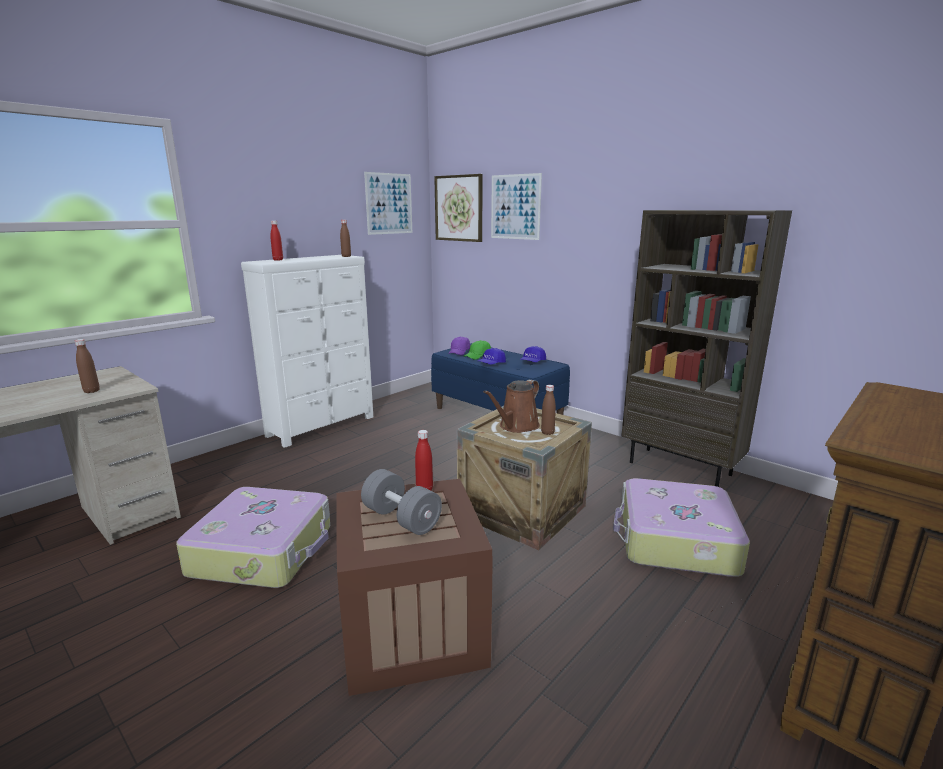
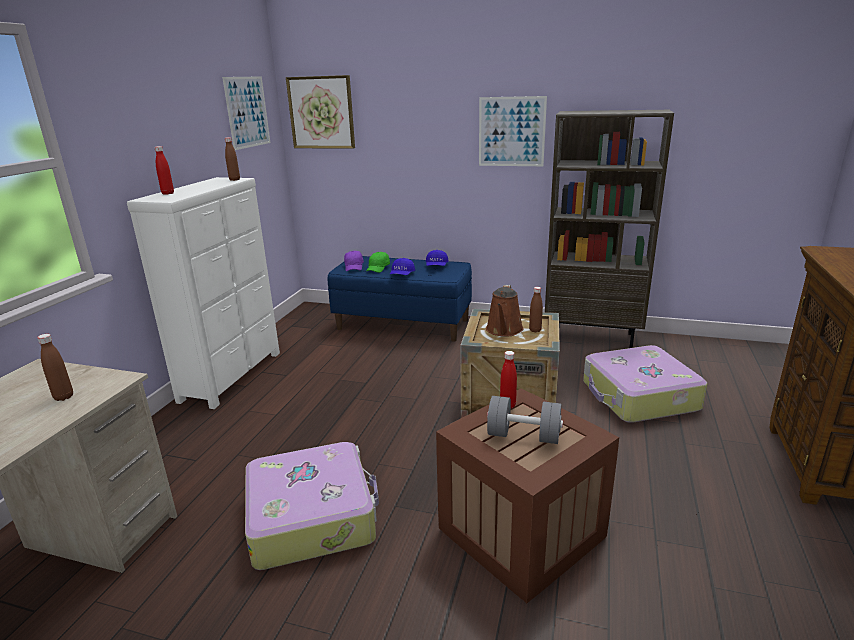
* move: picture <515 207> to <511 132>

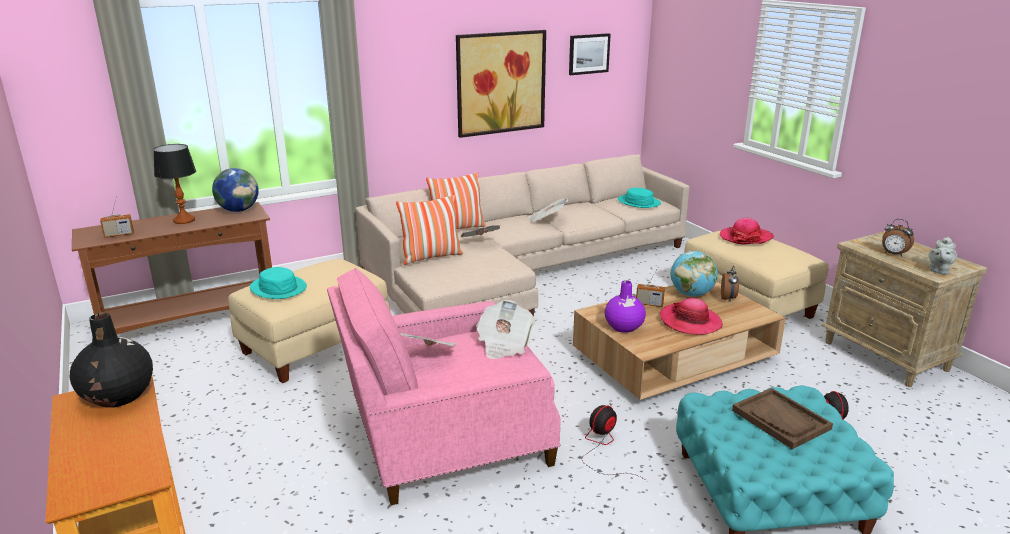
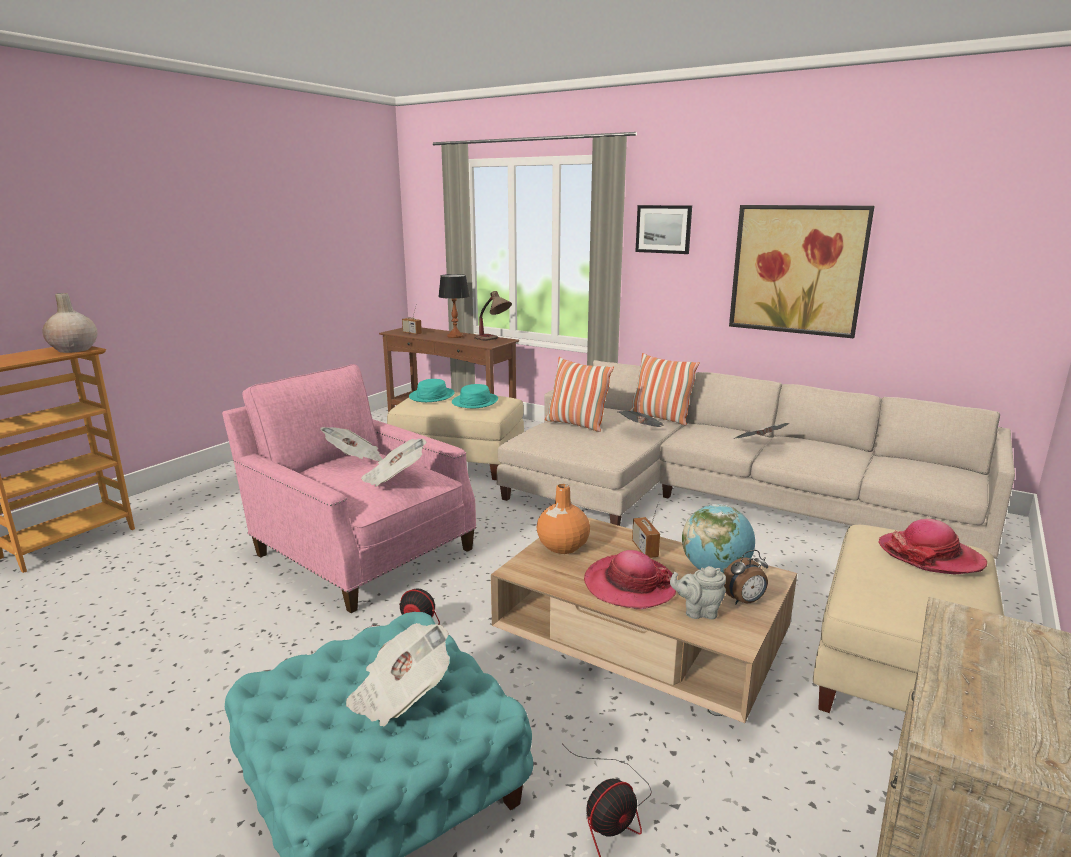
* recolor: vase in black <119 395> to vase in beige <74 350>
* replace: tray in brown <781 420> to newspaper <400 695>
* move: hat in turquoise <639 202> to <475 402>
* replace: globe <238 210> to table lamp <493 340>
* recolor: vase in purple <623 327> to vase in orange <562 546>
* move: picture <588 54> to <663 229>
* move: teapot in grey <938 271> to <698 612>
* delete: alarm clock <893 254>

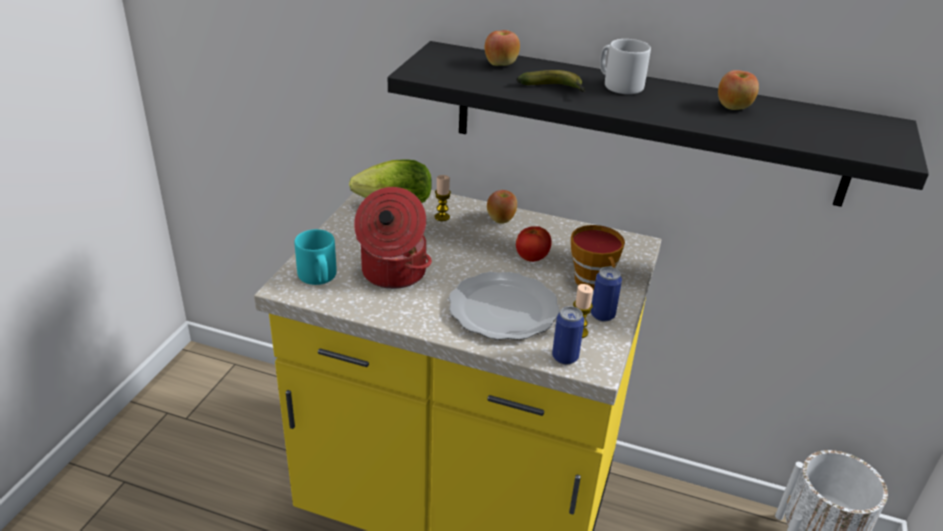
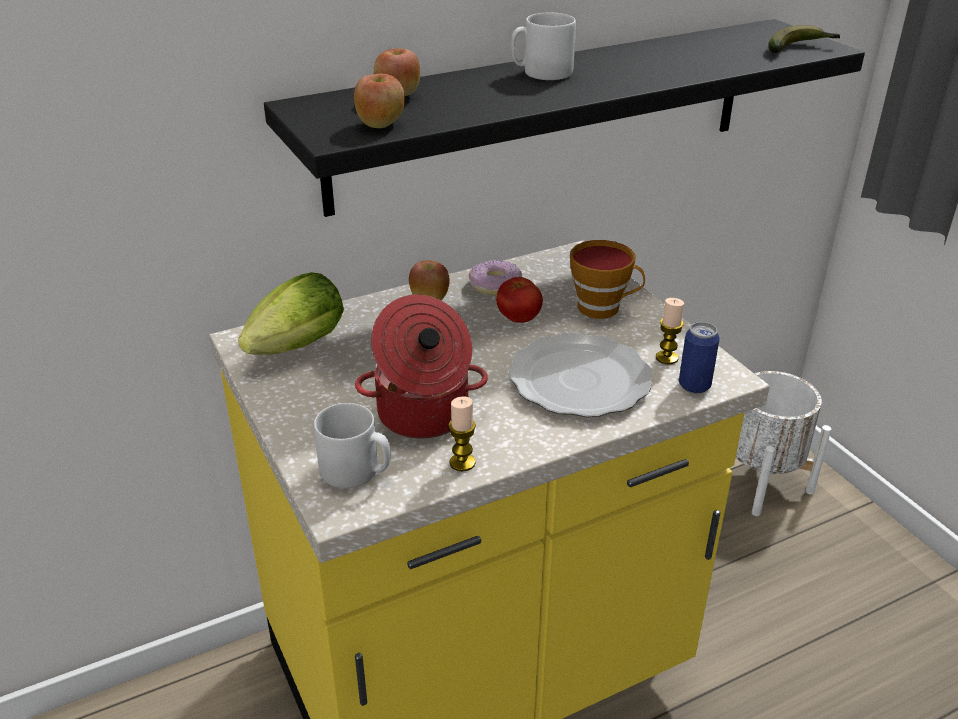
* recolor: mug in turquoise <318 277> to mug in grey <356 472>
* move: apple <733 107> to <381 125>
* move: candle <442 217> to <462 462>
* insert: donut <495 285>
* move: banana <555 90> to <799 48>
* delete: can <602 315>

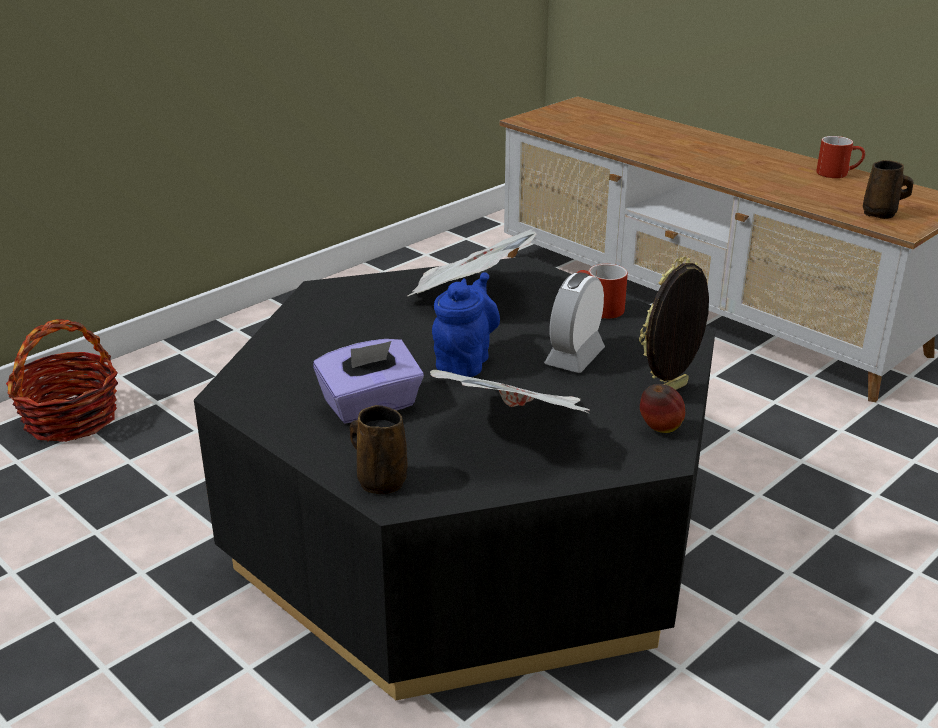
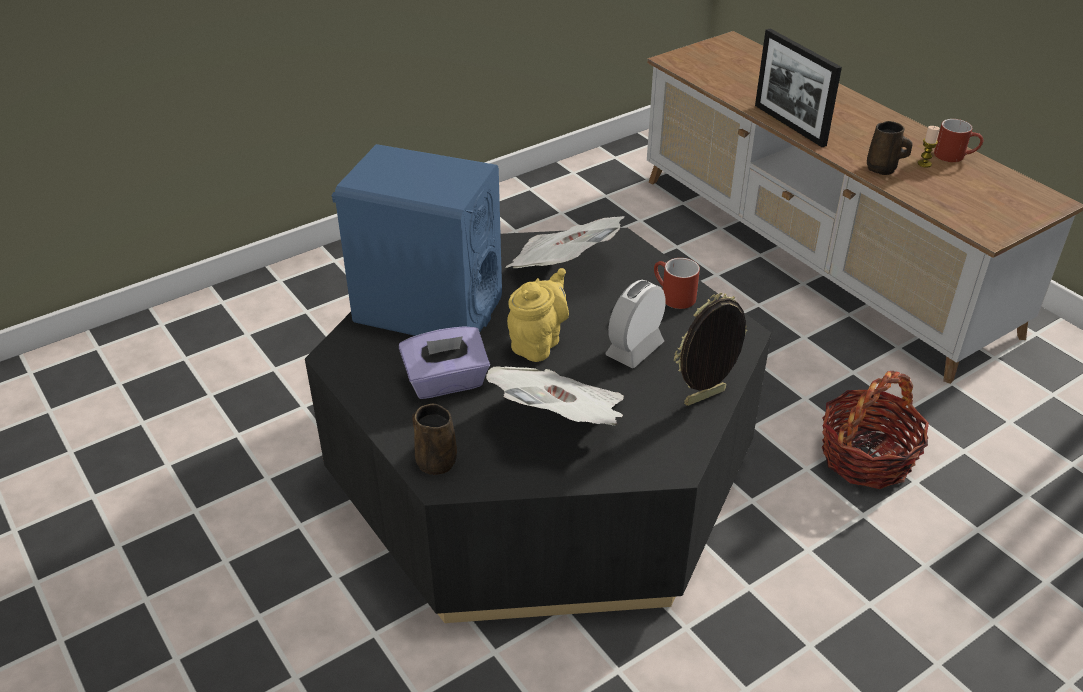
* insert: speaker in blue <427 310>
* recolor: teapot in blue <464 361> to teapot in yellow <538 342>
* insert: picture frame <789 125>
* move: basket <71 418> to <866 457>
* move: mug in brown <881 214> to <883 169>
* insert: candle <924 164>
* delete: apple <660 430>

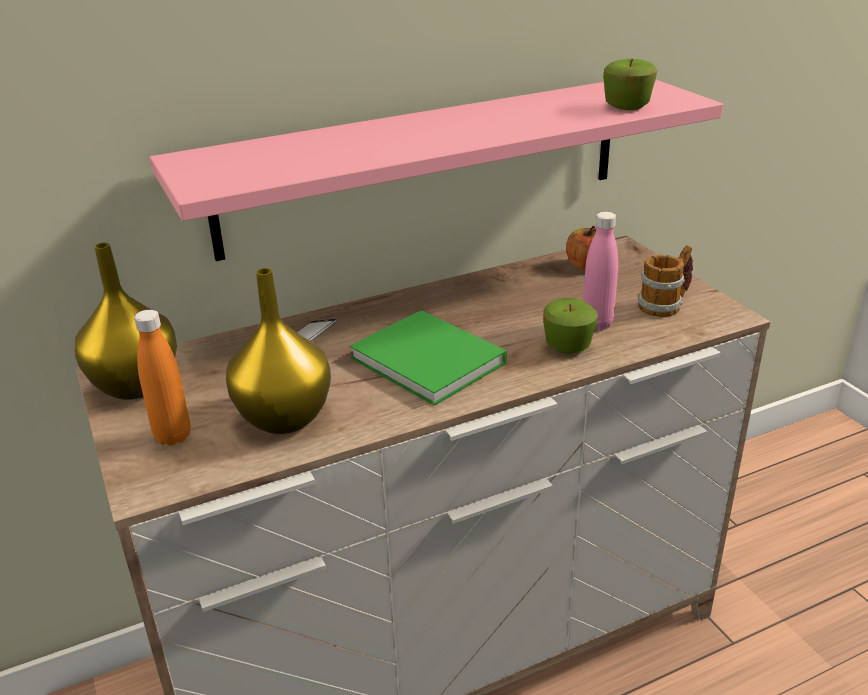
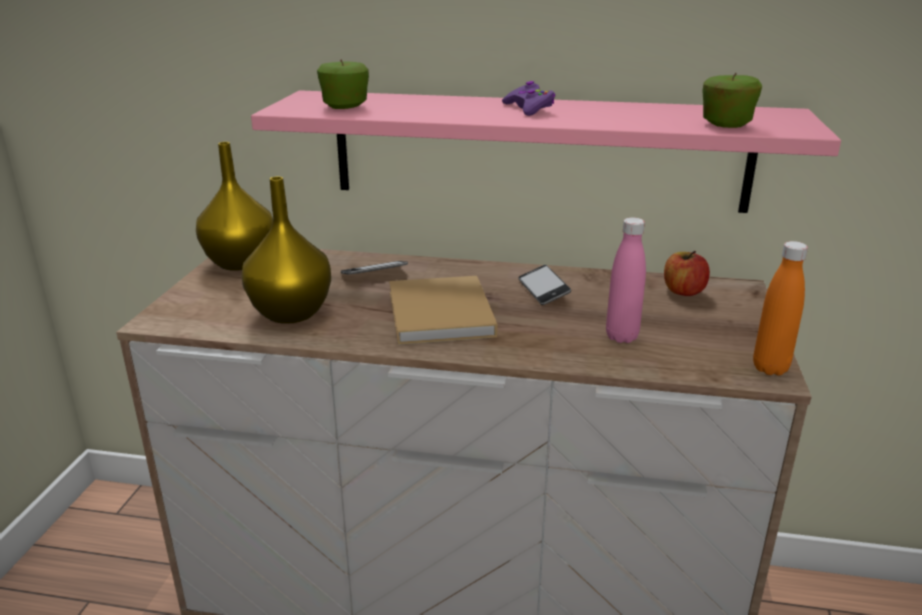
* move: apple <568 346> to <345 106>
* recolor: book in green <430 362> to book in beige <440 315>
* insert: game controller in purple <529 108>
* insert: phone <543 290>
* move: bottle in orange <173 436> to <770 368>
* delete: mug <665 304>

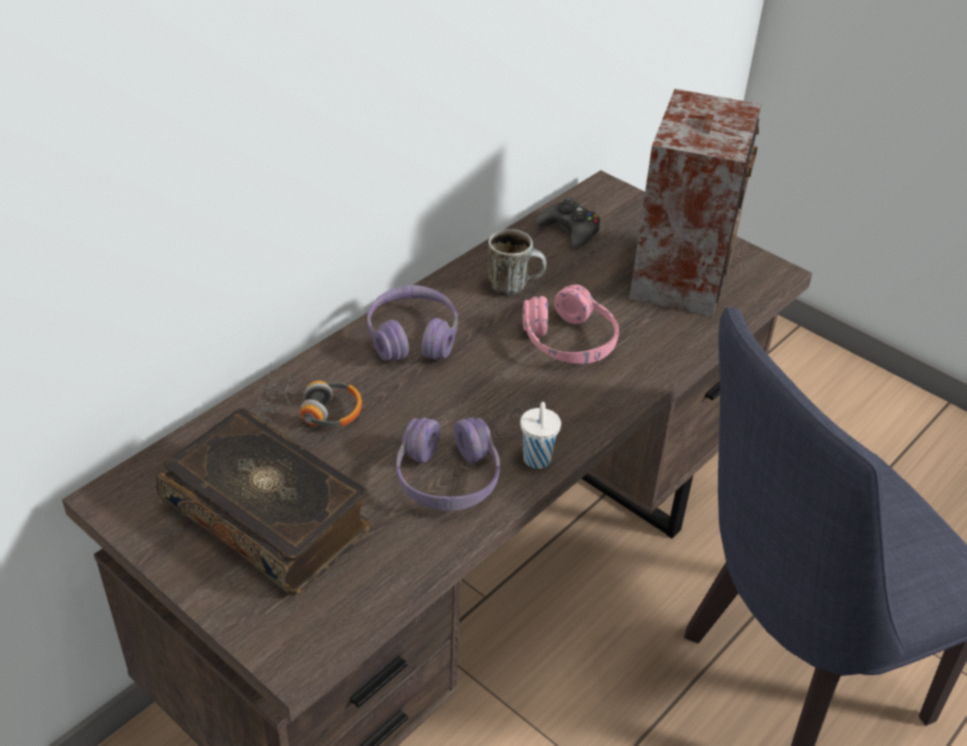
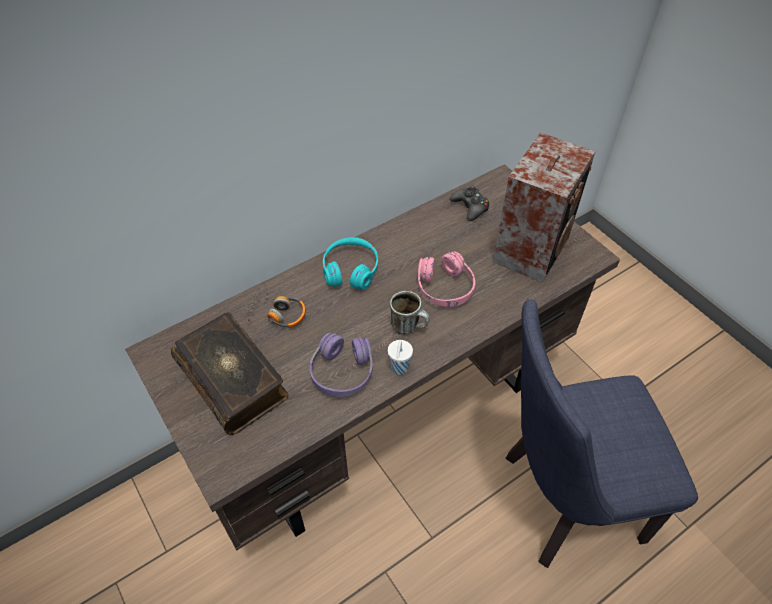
* recolor: headphones in purple <412 337> to headphones in turquoise <350 270>
* move: mug <515 286> to <409 326>

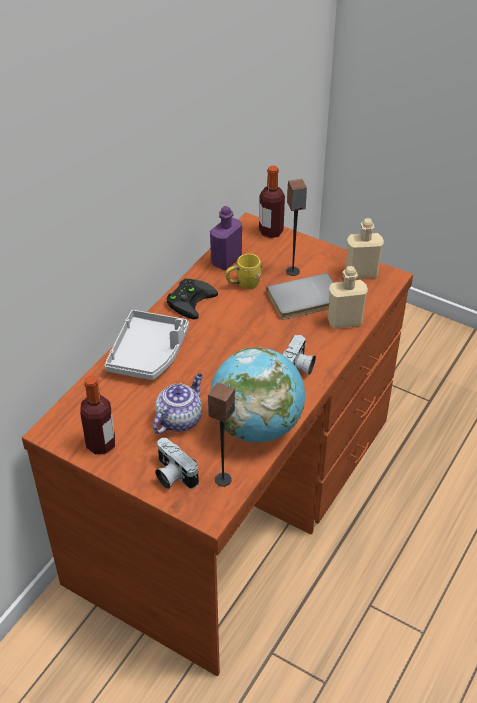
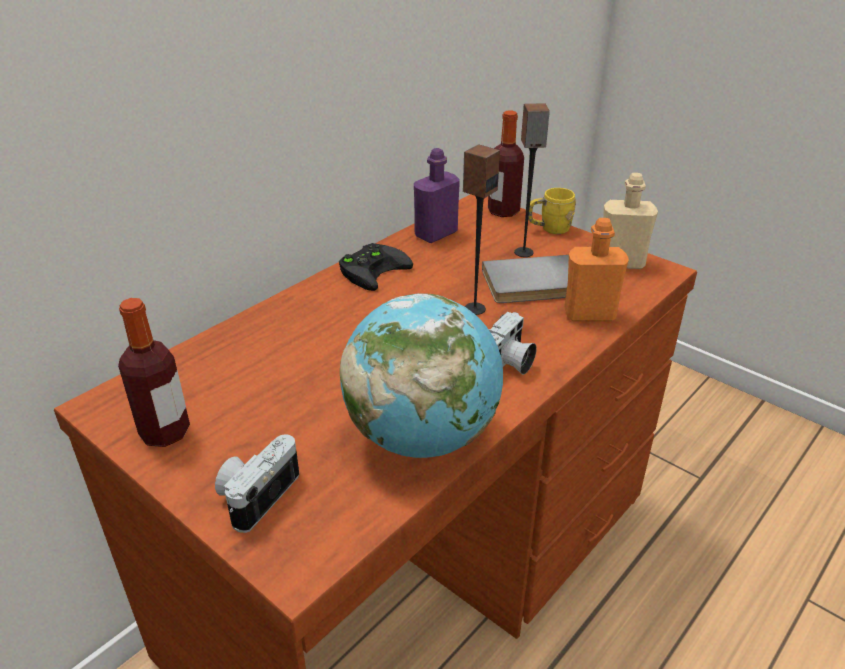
* rotate: photo camera <172 475> = <257 494> 60 degrees clockwise
* move: speaker <222 479> to <474 308>
* move: mug in yellow <243 284> to <549 229>
* recolor: bottle in beige <344 321> to bottle in orange <589 314>
* delete: tray in grey <148 353>
* delete: teapot <179 419>

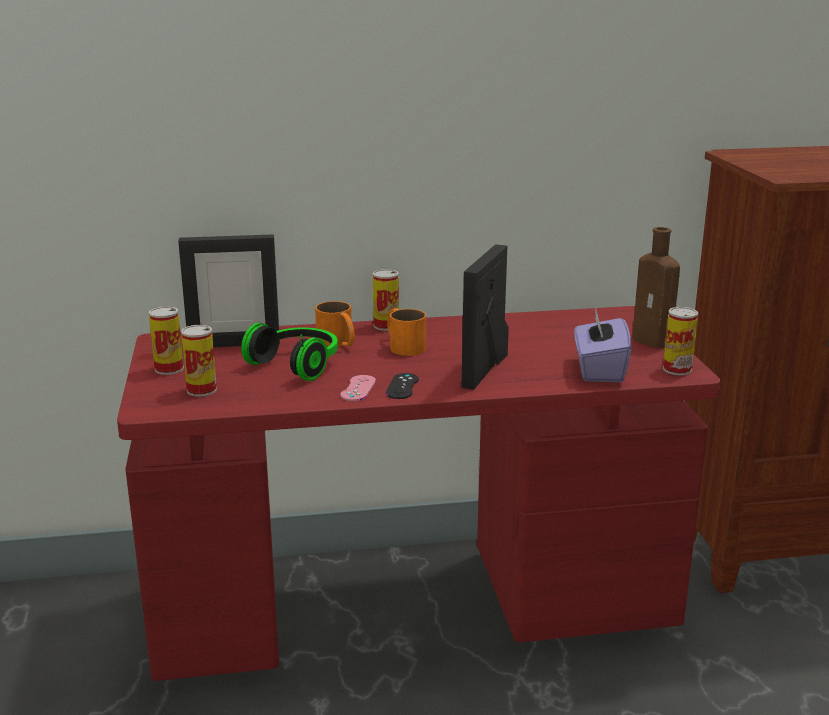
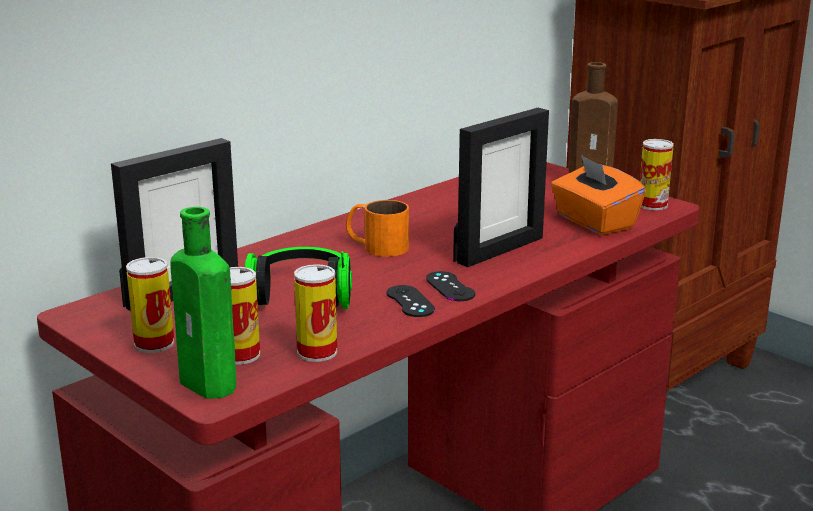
* insert: bottle in green <211 385>
* move: can <386 326> to <317 352>
* recolor: game controller in pink <358 388> to game controller in black <410 301>
* rotate: picture frame <485 370> = <499 249> 120 degrees counterclockwise
* recolor: tissue box in purple <599 370> to tissue box in orange <594 222>
* delete: mug in orange <339 343>

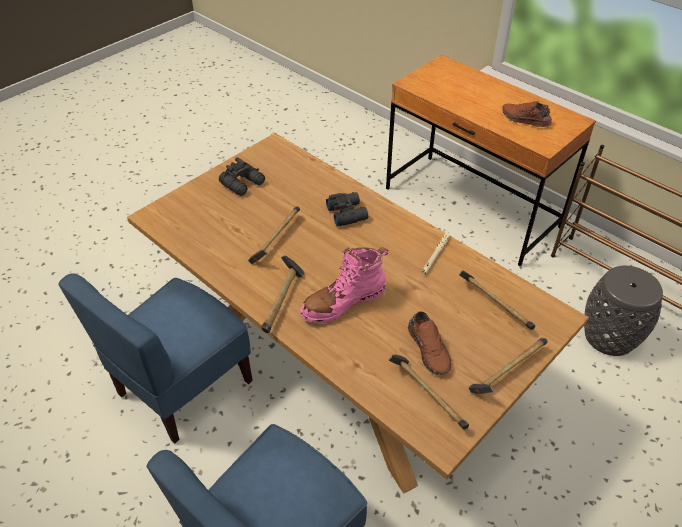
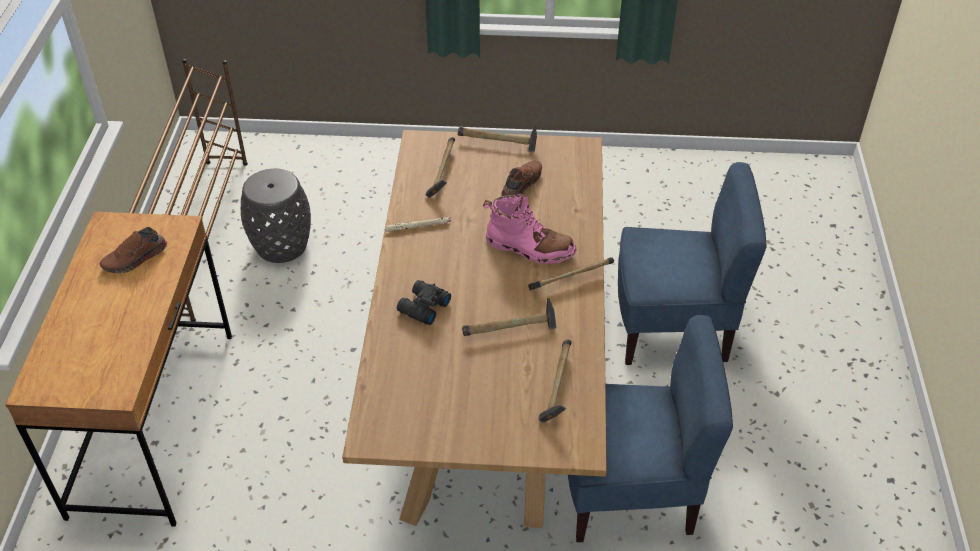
* rotate: shoe in brown <525 120> = <135 259> 60 degrees clockwise
* move: hammer <426 395> to <557 388>
* delete: binoculars in black <243 183>

